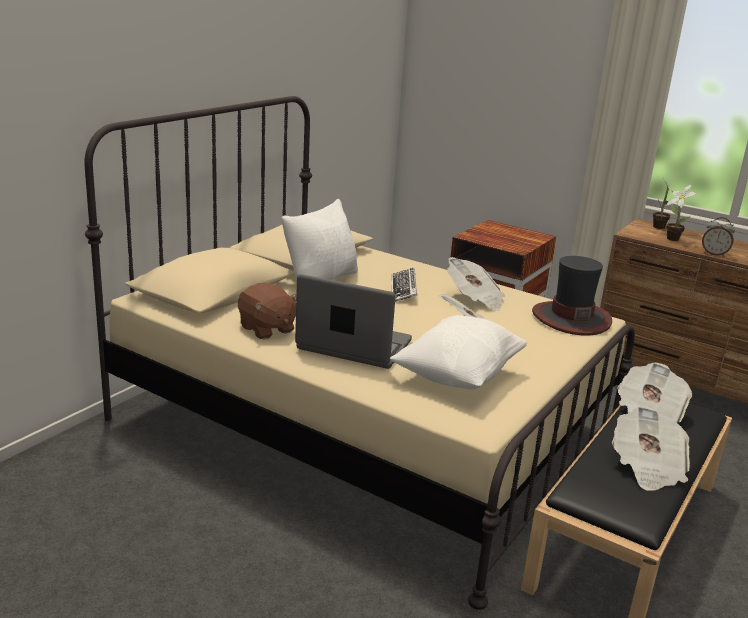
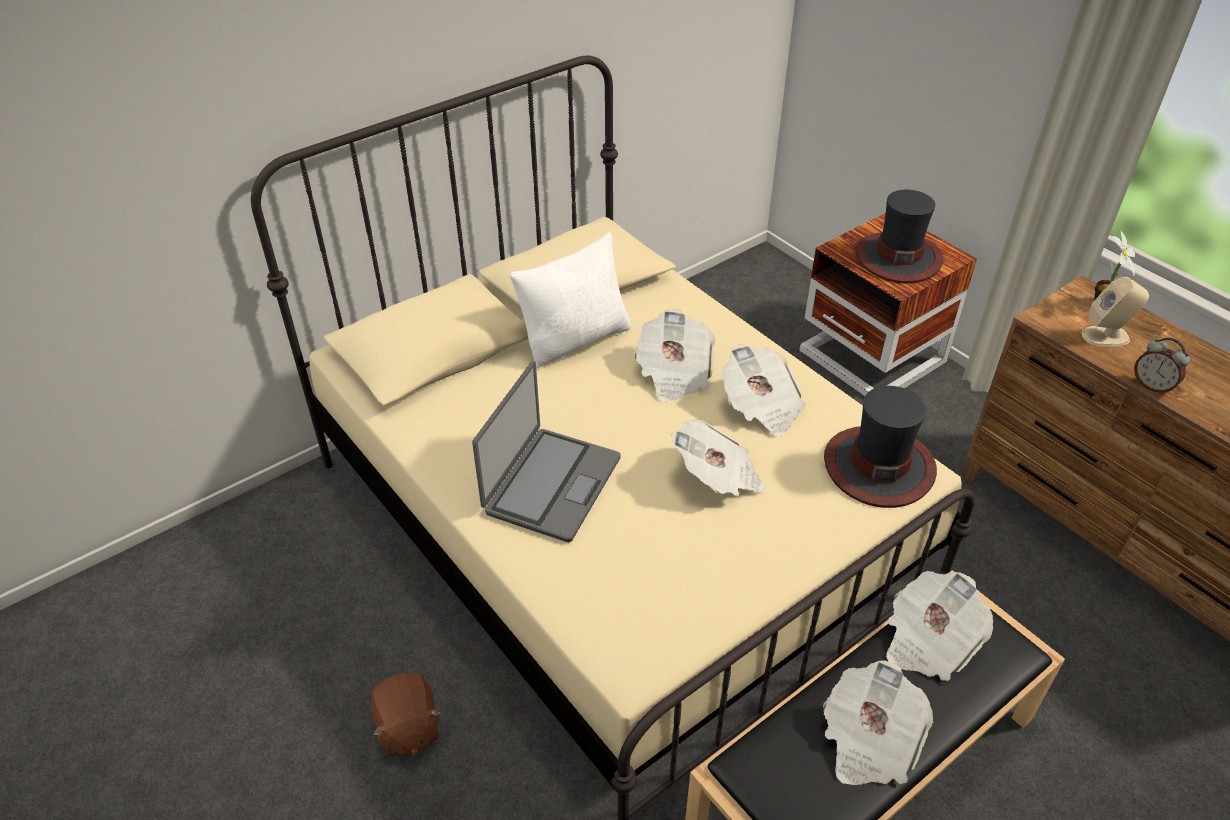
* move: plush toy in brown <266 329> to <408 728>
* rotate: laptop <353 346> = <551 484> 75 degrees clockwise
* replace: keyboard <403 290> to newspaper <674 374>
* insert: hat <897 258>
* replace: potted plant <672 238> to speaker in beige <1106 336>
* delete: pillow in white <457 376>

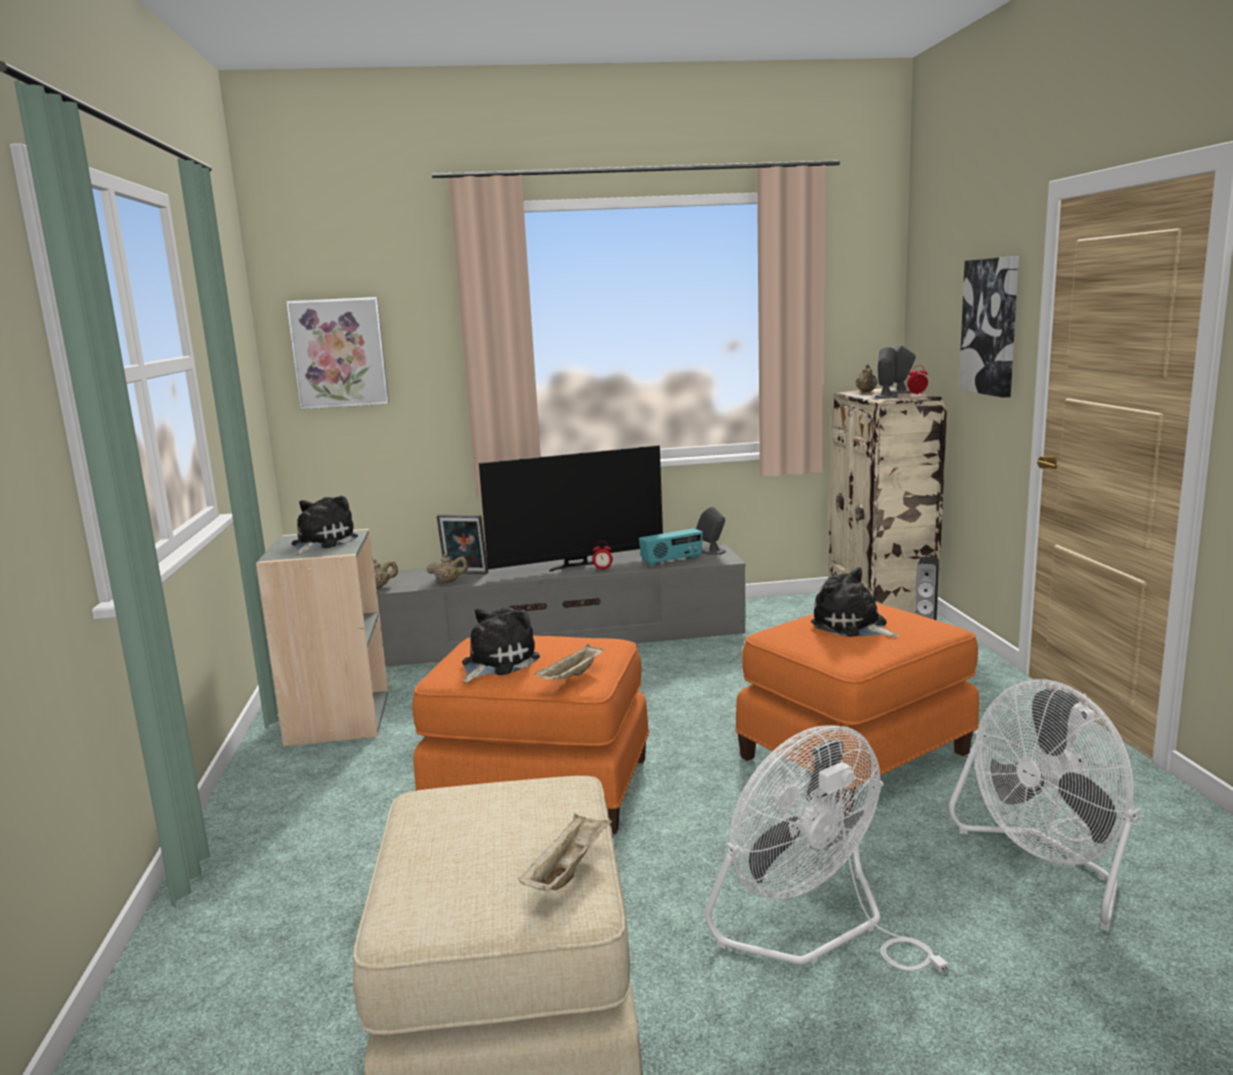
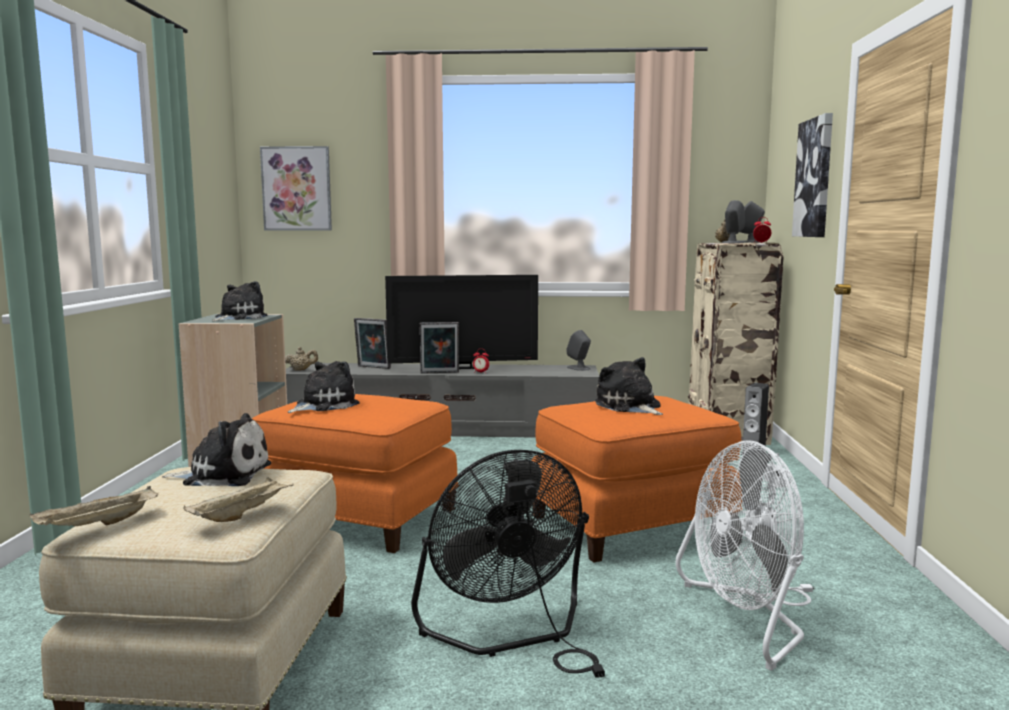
* move: tray in beige <571 677> to <97 526>
* insert: plush toy <223 475>
* recolor: fan in white <826 926> to fan in black <520 634>
* insert: picture frame <439 373>
* delete: teapot in beige <448 581>
* delete: radio <672 561>

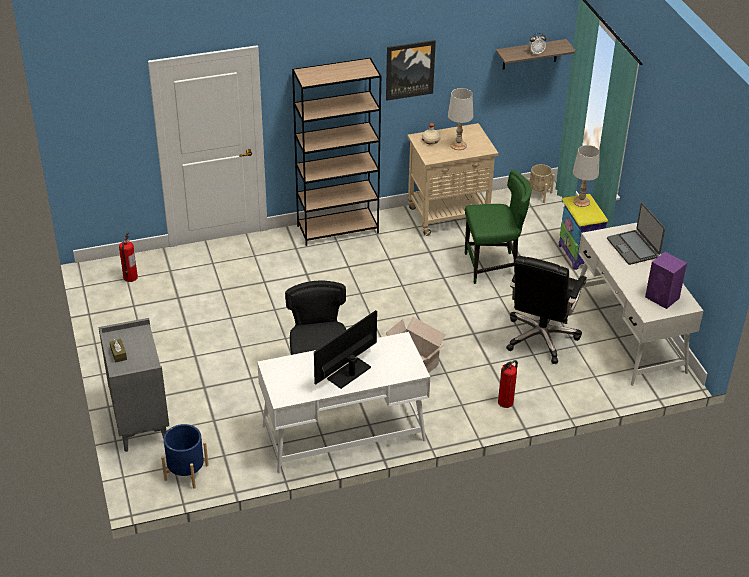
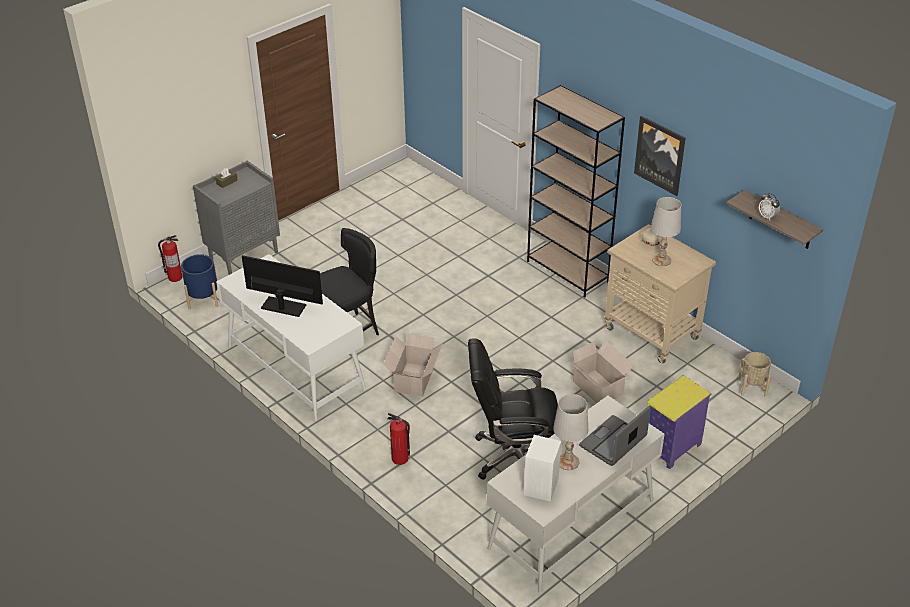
* move: fire extinguisher <130 277> to <175 277>
* recolor: speaker in purple <663 298> to speaker in white <541 487>
* move: table lamp in white <581 201> to <568 462>
* replace: chair in green <493 266> to cardboard box <598 389>

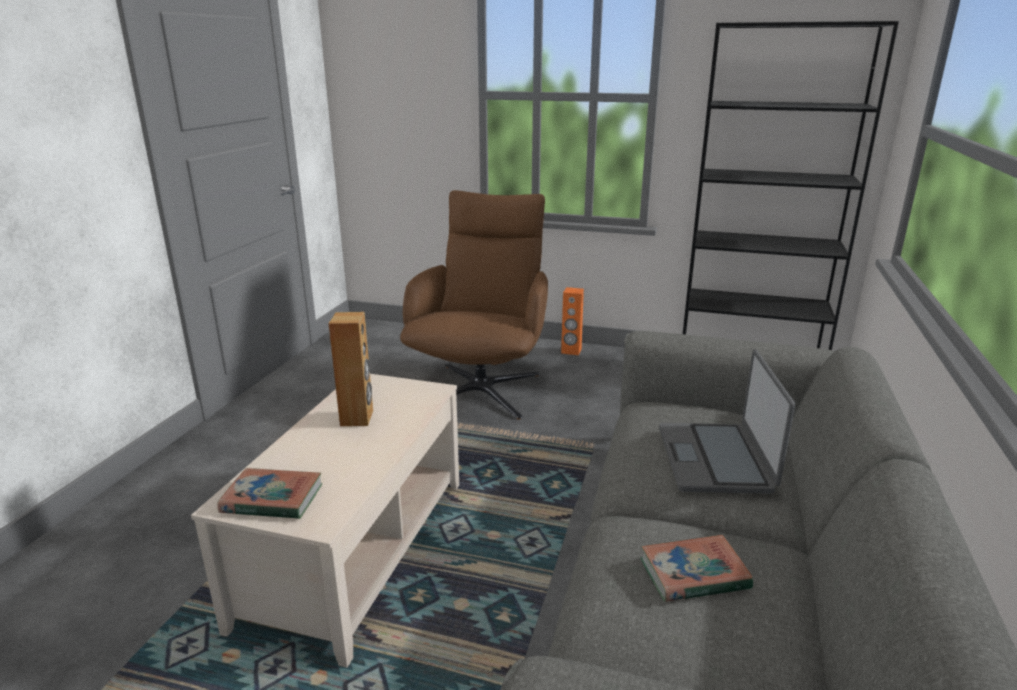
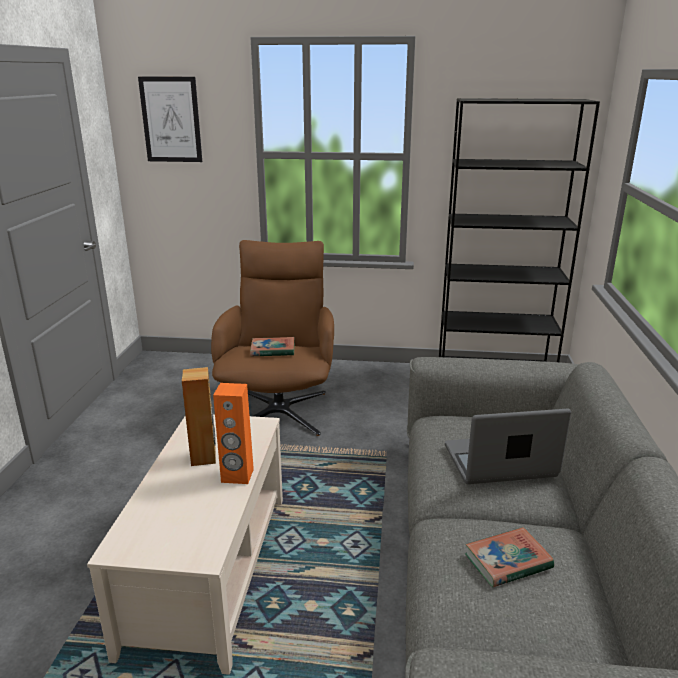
* insert: picture <171 120>
* move: speaker in orange <571 351> to <237 476>
* move: book <272 499> to <273 350>
* rotate: laptop <715 459> = <500 462> 90 degrees clockwise

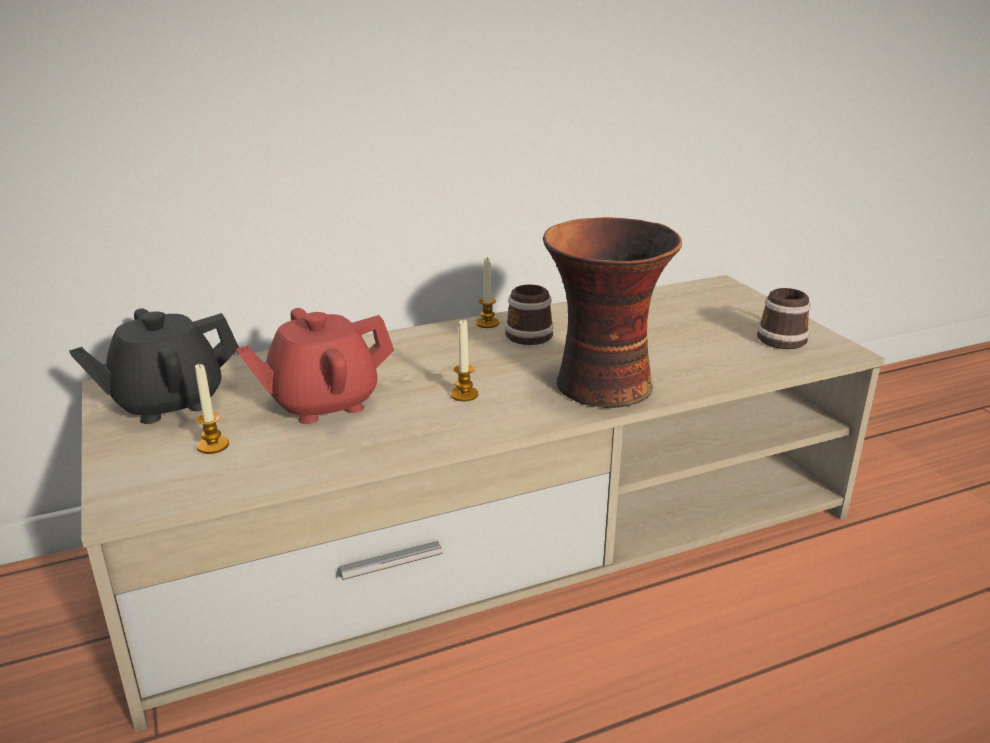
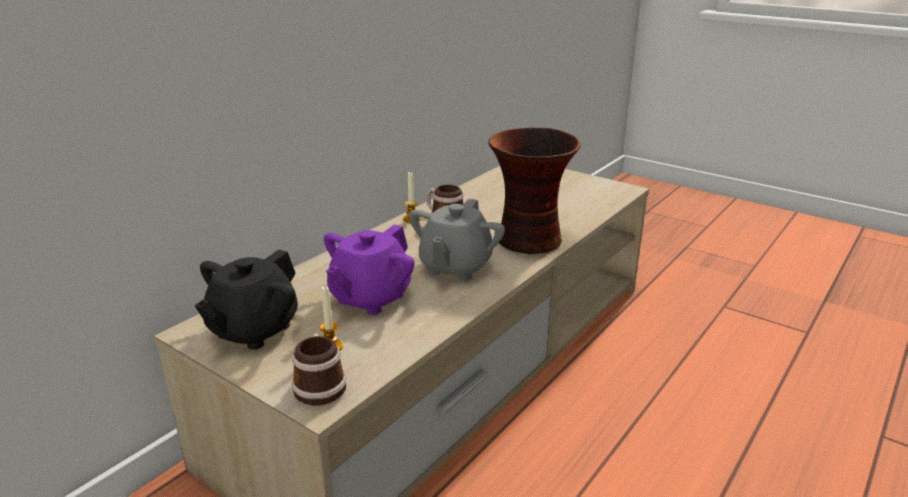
* move: mug <782 337> to <320 385>
* recolor: teapot in red <322 403> to teapot in purple <370 298>
* replace: candle <464 394> to teapot in grey <455 267>

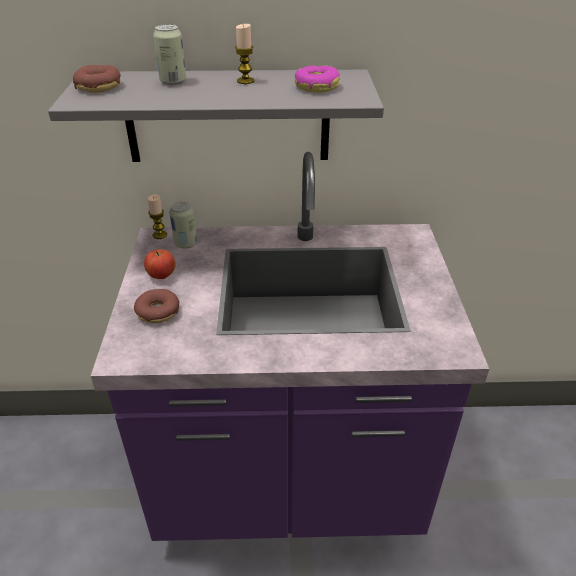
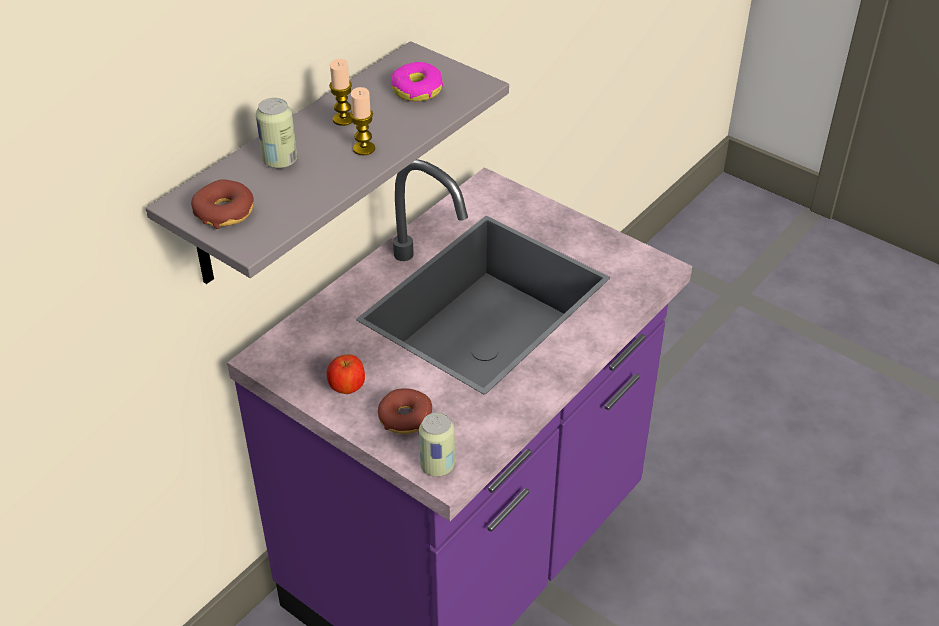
* move: candle <160 235> to <364 148>
* move: can <185 244> to <437 466>

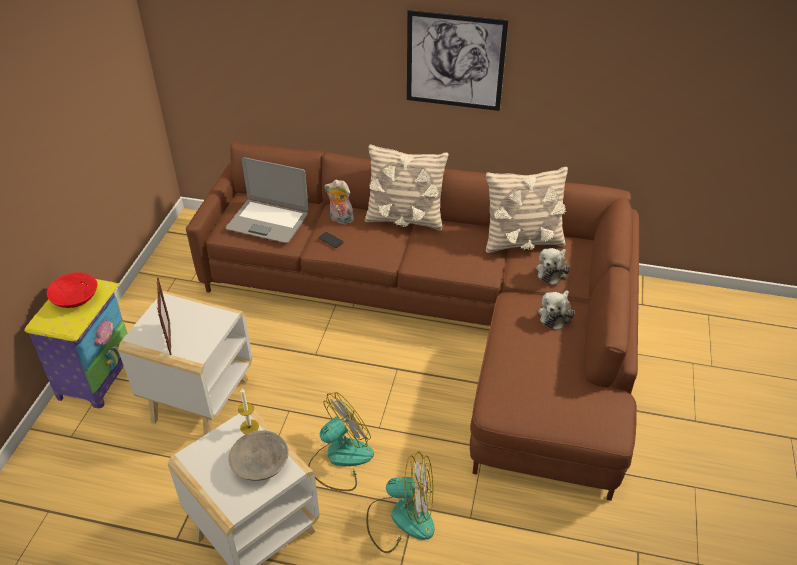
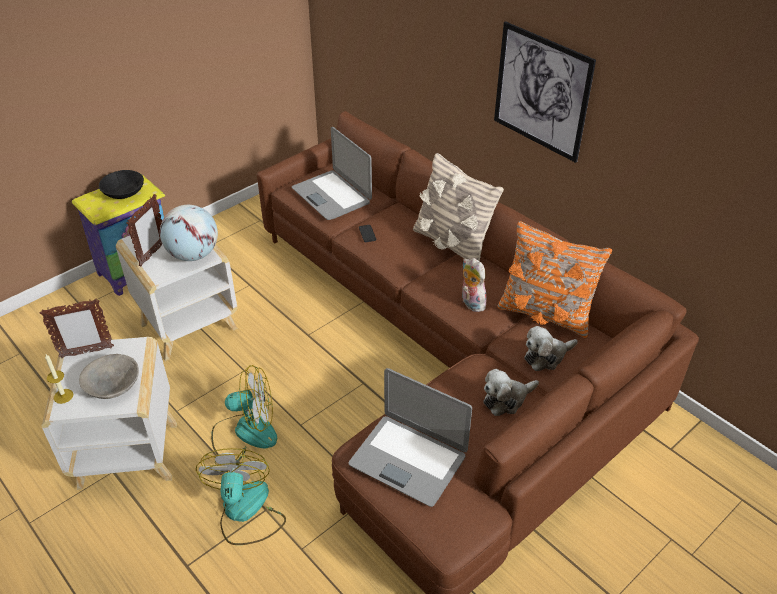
* insert: picture frame <86 352>
* move: candle <249 427> to <63 396>
* recolor: bowl in red <76 299> to bowl in black <124 193>
* insert: globe <193 254>
* rotate: fan <401 518> = <245 512> 135 degrees counterclockwise
* insert: laptop <408 459>
* move: plush toy <340 219> to <471 303>
* recolor: pillow in beige <522 242> to pillow in orange <545 315>

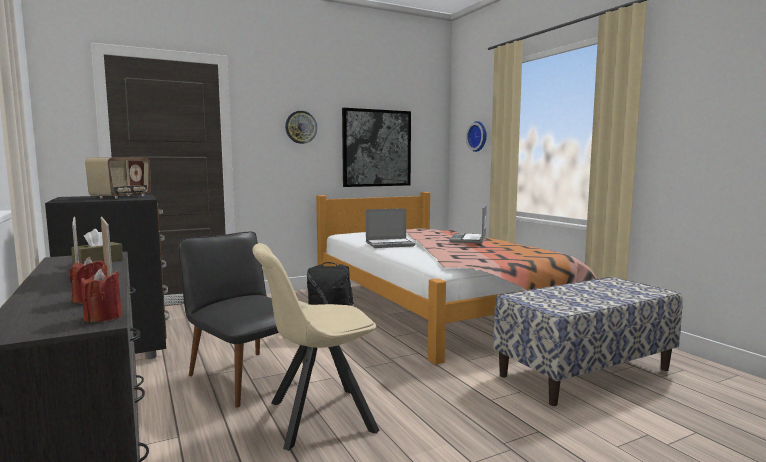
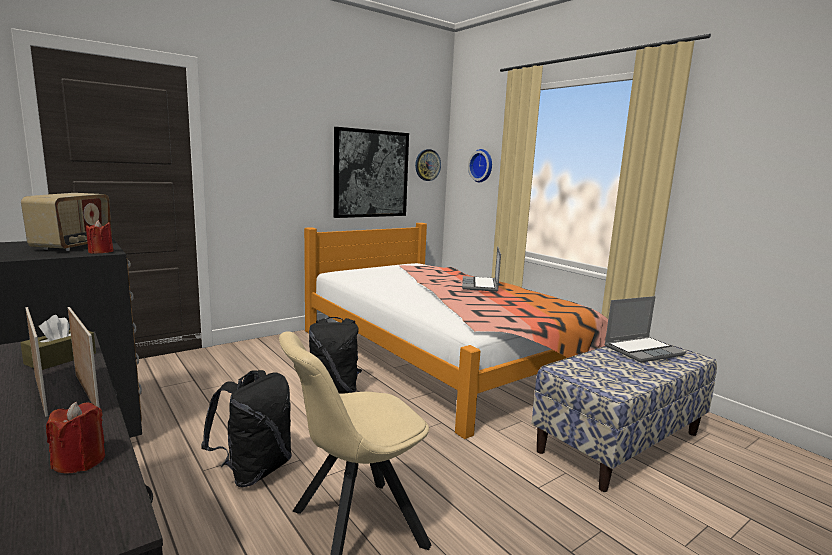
* move: candle in red <103 317> to <101 252>
* replace: chair in black <248 377> to backpack in black <254 470>
* move: wall clock <301 127> to <427 165>
* move: laptop <390 244> to <643 350>

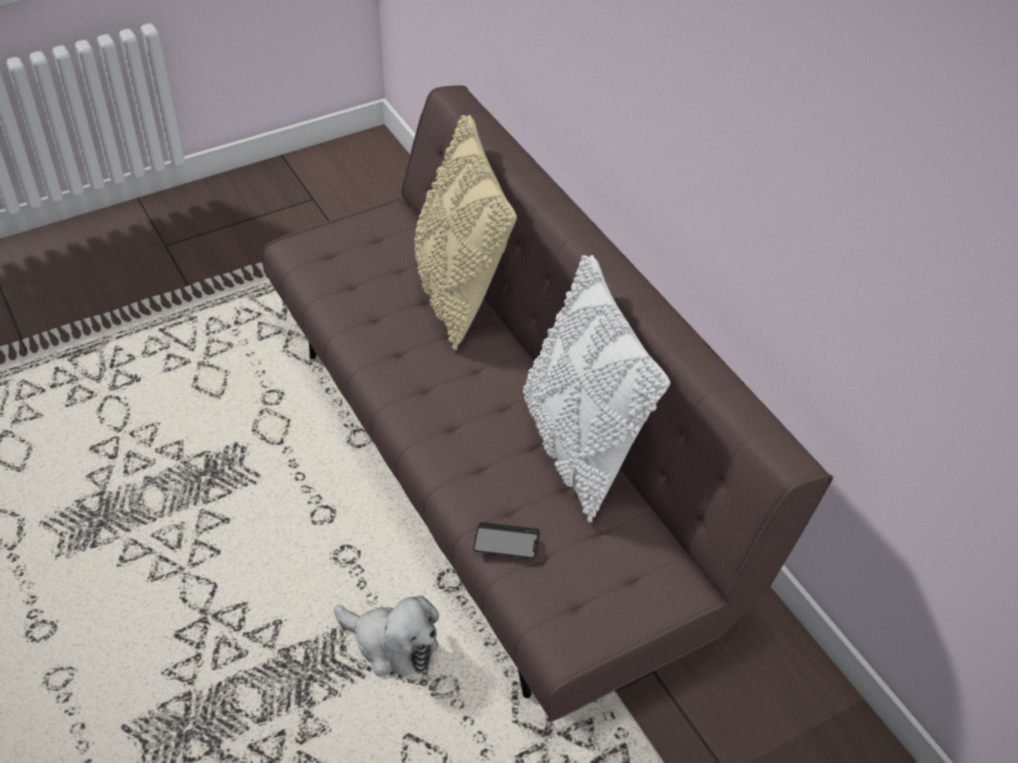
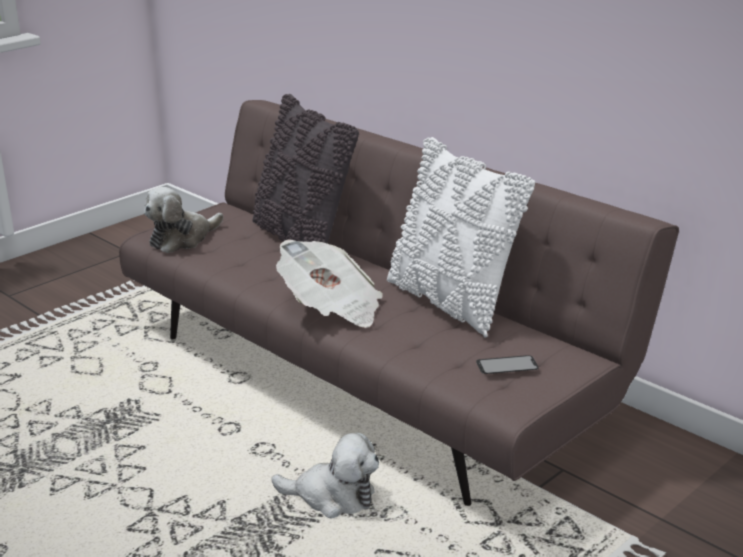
* insert: plush toy <182 239>
* recolor: pillow in beige <459 292> to pillow in black <302 240>
* insert: newspaper <332 308>
* move: phone <506 542> to <506 367>

